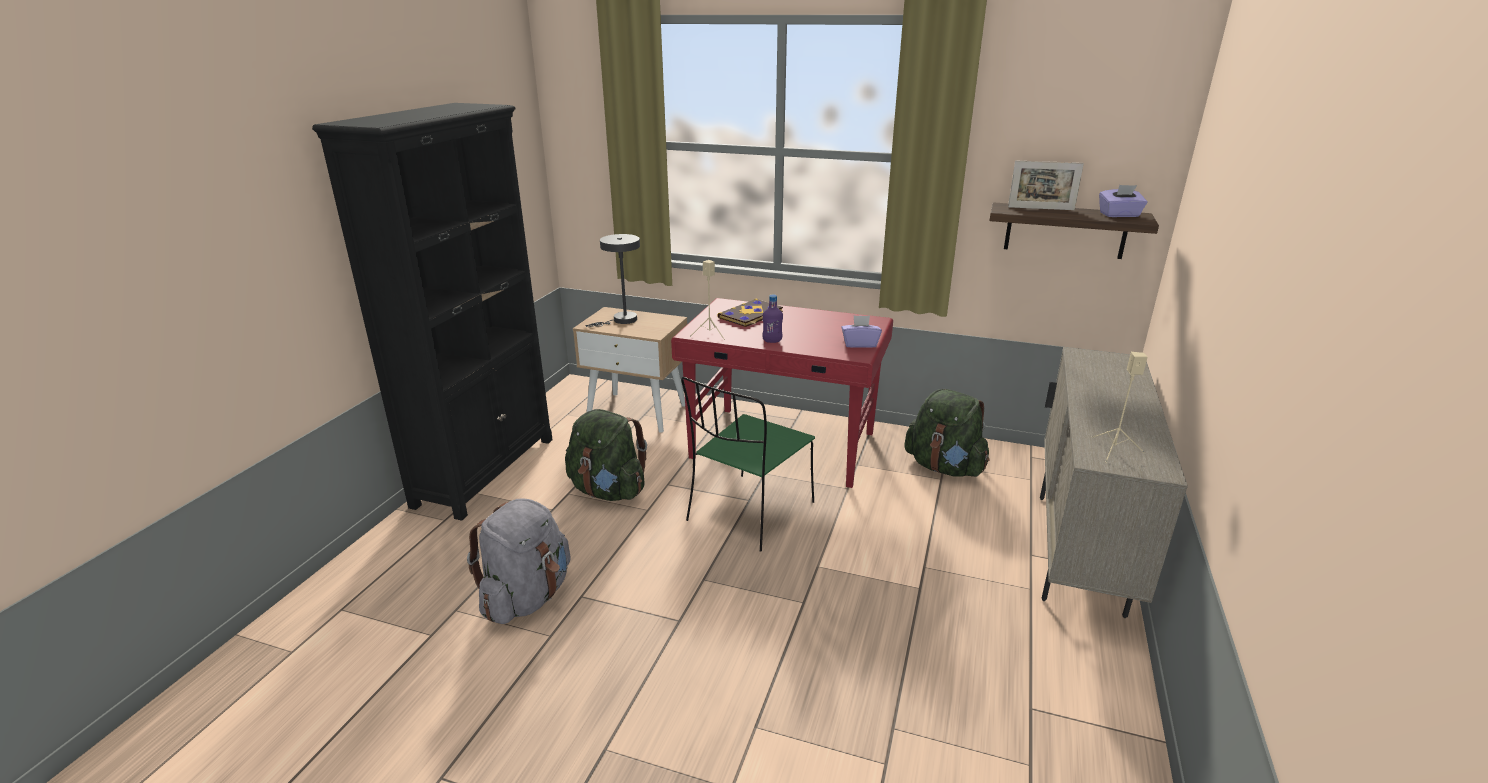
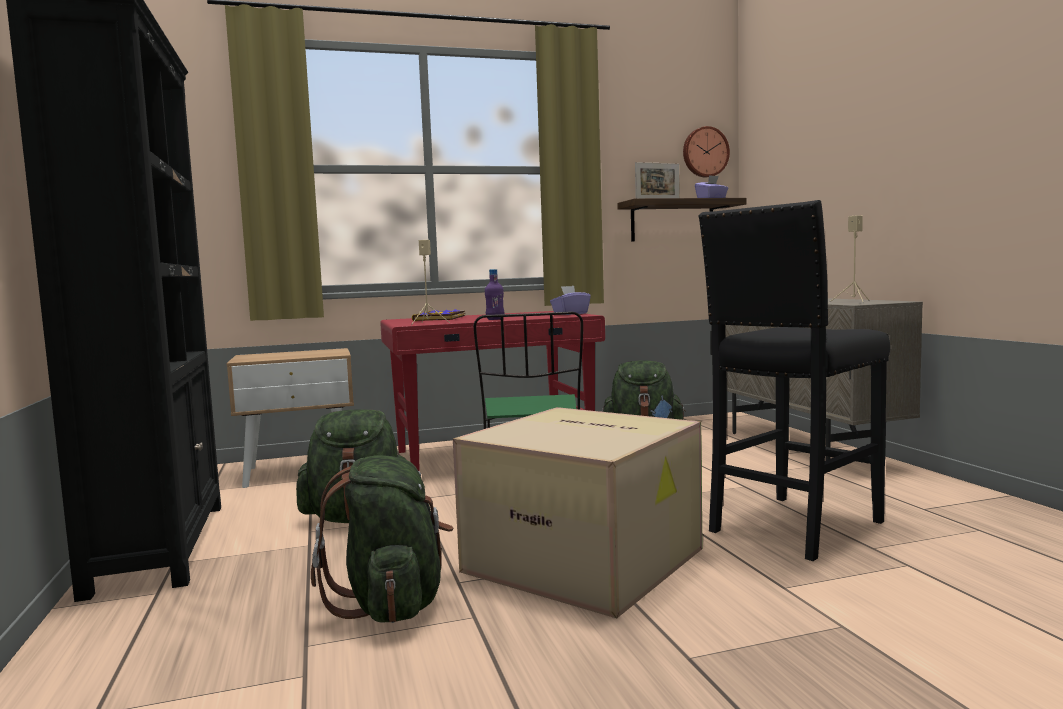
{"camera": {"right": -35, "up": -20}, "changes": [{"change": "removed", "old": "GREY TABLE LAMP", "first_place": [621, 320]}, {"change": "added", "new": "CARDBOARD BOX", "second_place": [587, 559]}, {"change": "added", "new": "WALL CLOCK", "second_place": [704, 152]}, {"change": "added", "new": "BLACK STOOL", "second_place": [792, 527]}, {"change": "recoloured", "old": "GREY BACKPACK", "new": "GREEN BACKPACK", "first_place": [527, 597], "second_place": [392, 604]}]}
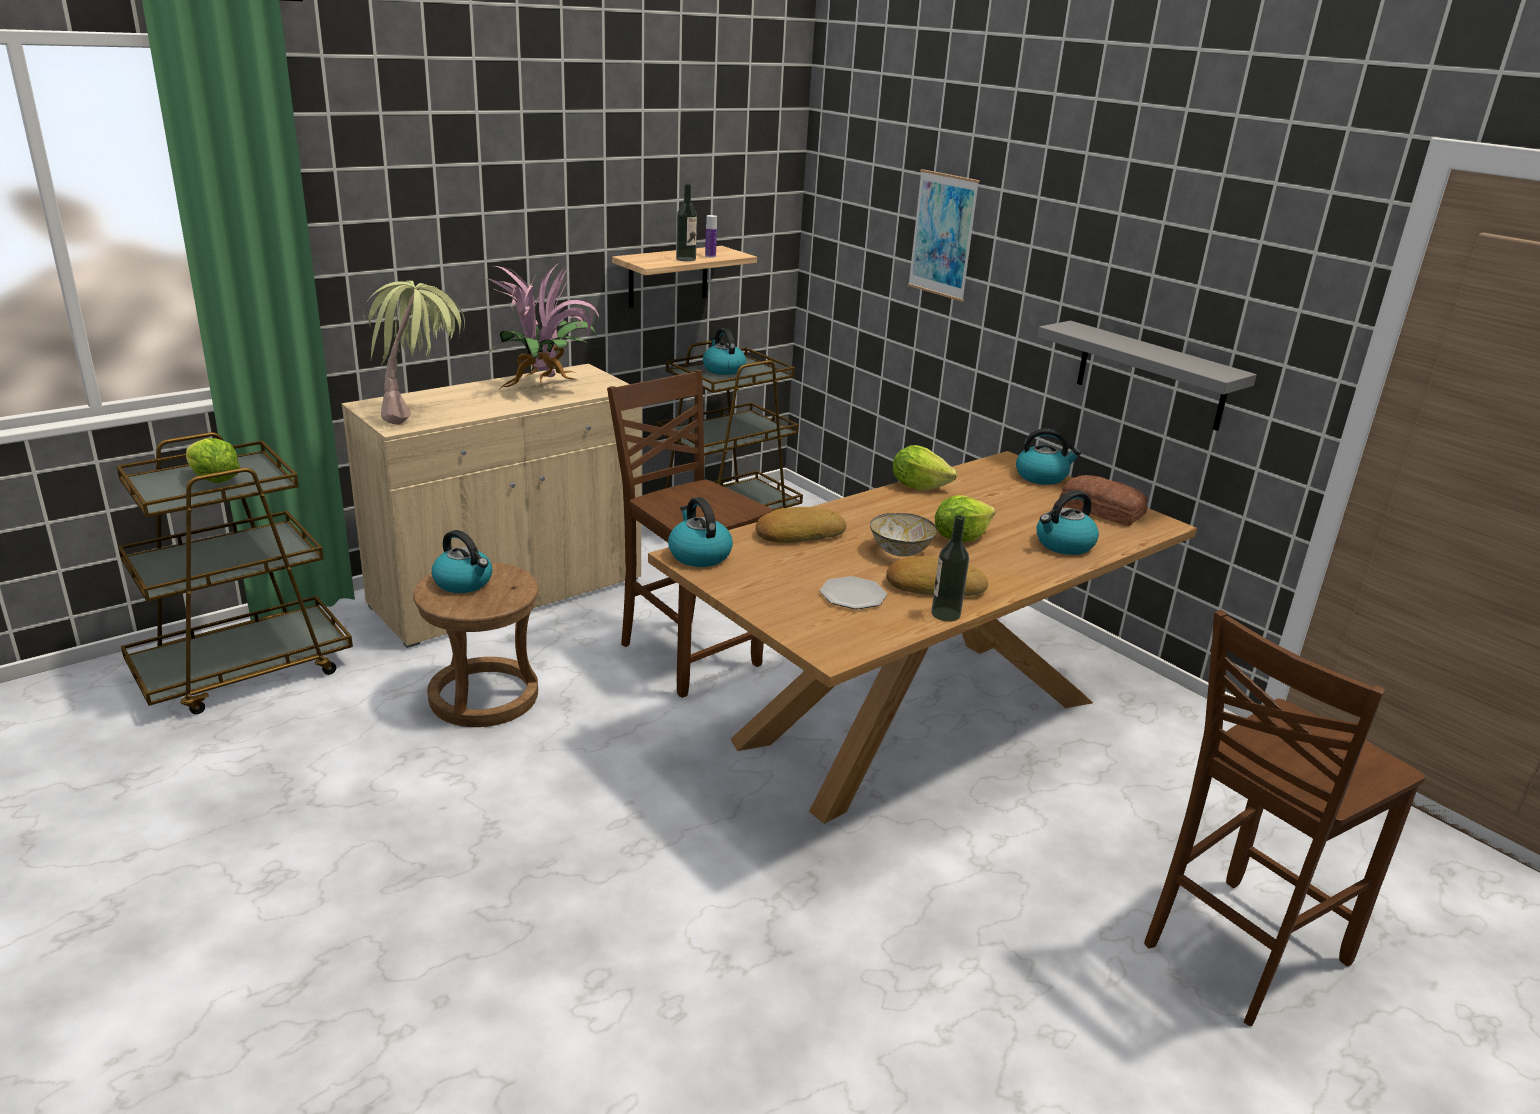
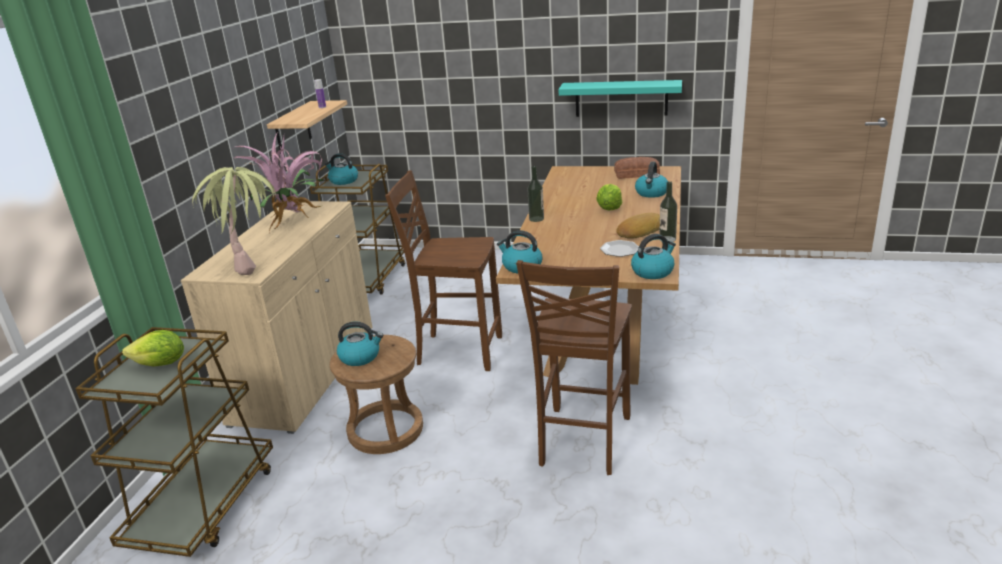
{"camera": {"right": -35, "up": 0}, "changes": [{"change": "removed", "old": "BREAD", "first_place": [798, 533]}, {"change": "removed", "old": "BOWL", "first_place": [899, 551]}, {"change": "removed", "old": "LETTUCE", "first_place": [918, 486]}, {"change": "removed", "old": "PICTURE", "first_place": [943, 235]}, {"change": "moved", "old": "BOTTLE", "first_place": [686, 259], "second_place": [536, 219]}, {"change": "moved", "old": "KETTLE", "first_place": [1042, 476], "second_place": [653, 271]}, {"change": "moved", "old": "BROWN CHAIR", "first_place": [1239, 951], "second_place": [582, 442]}, {"change": "recoloured", "old": "GREY SHELF", "new": "TURQUOISE SHELF", "first_place": [1151, 376], "second_place": [621, 98]}]}
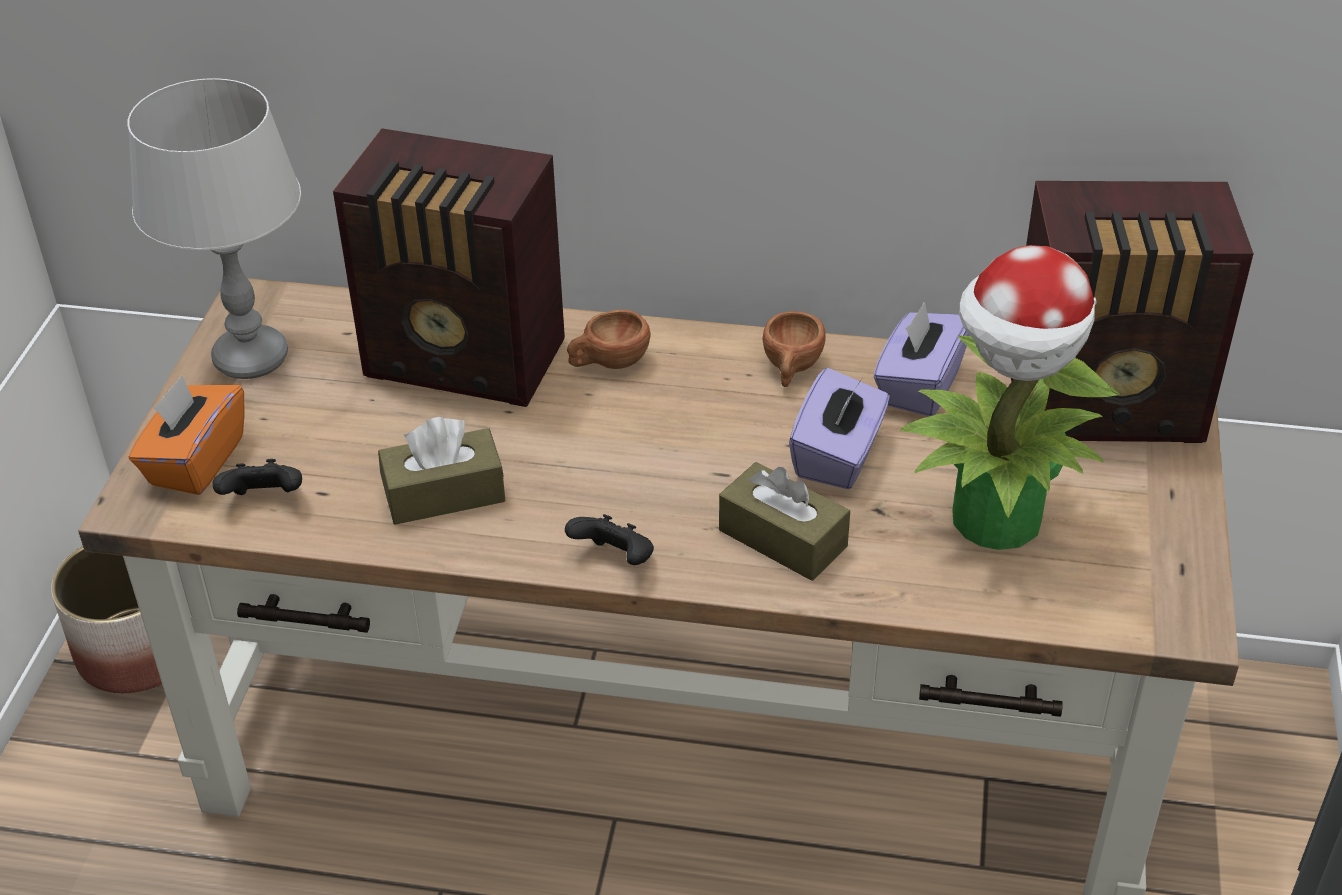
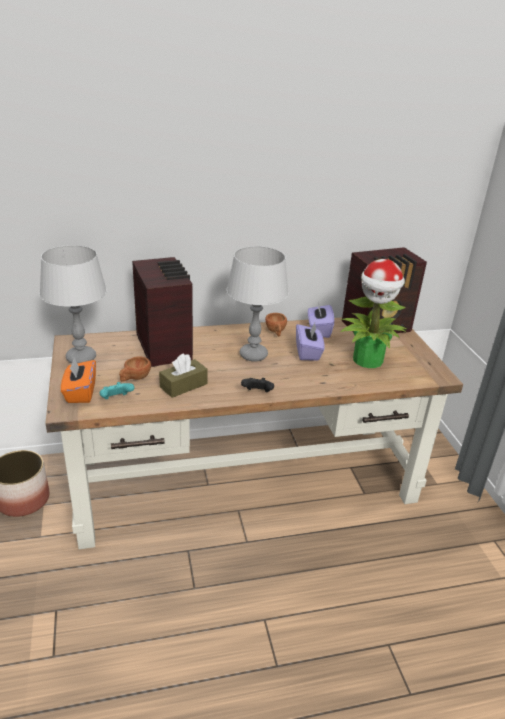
{"camera": {"right": -25, "up": -10}, "changes": [{"change": "removed", "old": "BROWN TISSUE BOX", "first_place": [782, 538]}, {"change": "added", "new": "GREY TABLE LAMP", "second_place": [253, 355]}, {"change": "moved", "old": "BROWN CUP", "first_place": [608, 363], "second_place": [134, 378]}, {"change": "recoloured", "old": "BLACK GAME CONTROLLER", "new": "TURQUOISE GAME CONTROLLER", "first_place": [265, 500], "second_place": [116, 399]}, {"change": "turned", "old": "RADIO", "first_place": [467, 362], "second_place": [164, 347], "degrees": -105}]}
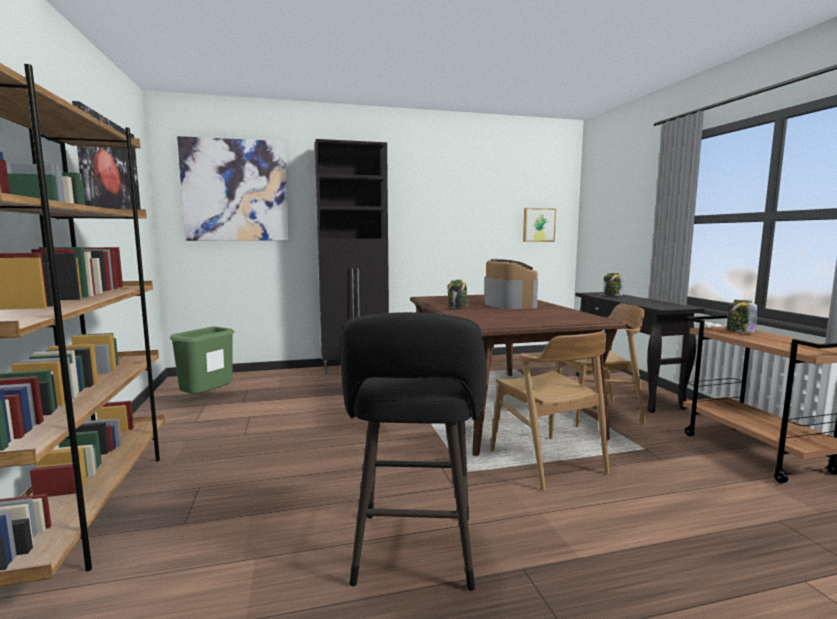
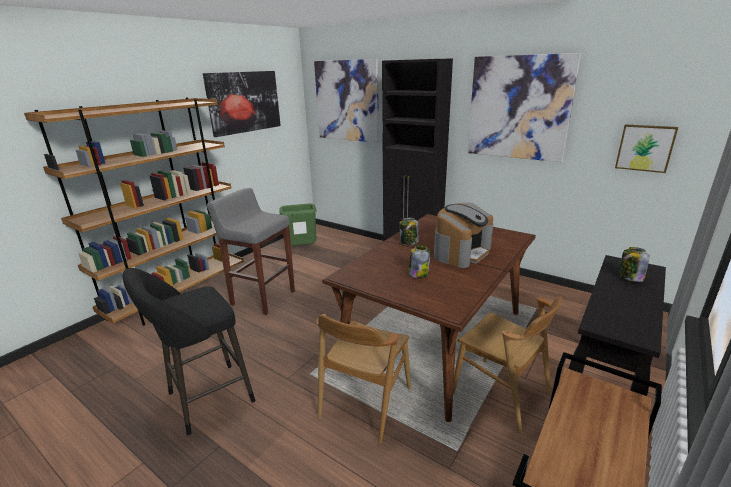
{"camera": {"right": 50, "up": 15}, "changes": [{"change": "added", "new": "GREY STOOL", "second_place": [262, 298]}, {"change": "added", "new": "PICTURE", "second_place": [518, 108]}, {"change": "moved", "old": "JAR", "first_place": [740, 332], "second_place": [418, 274]}]}
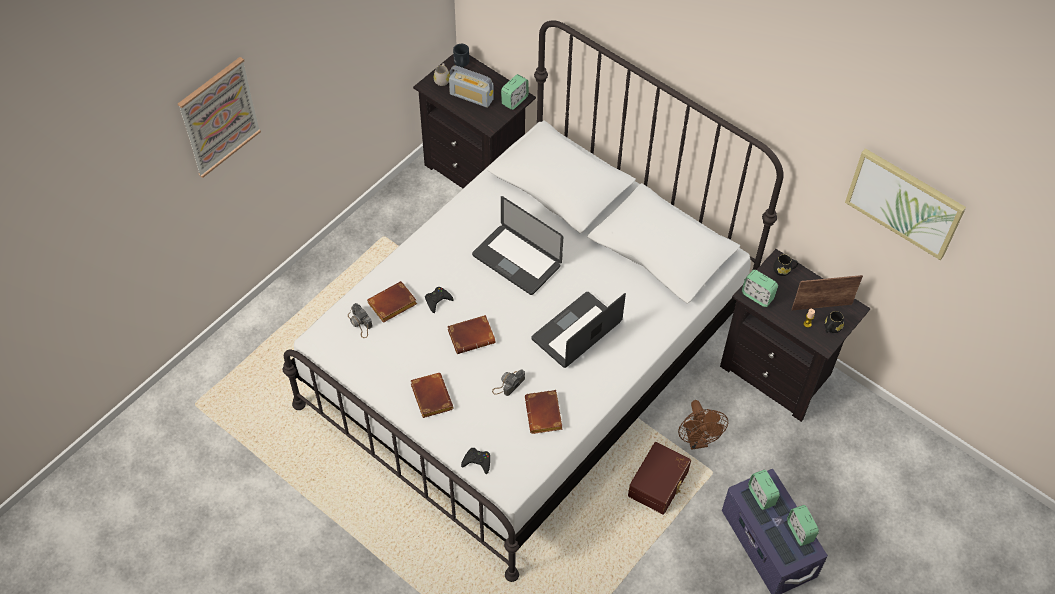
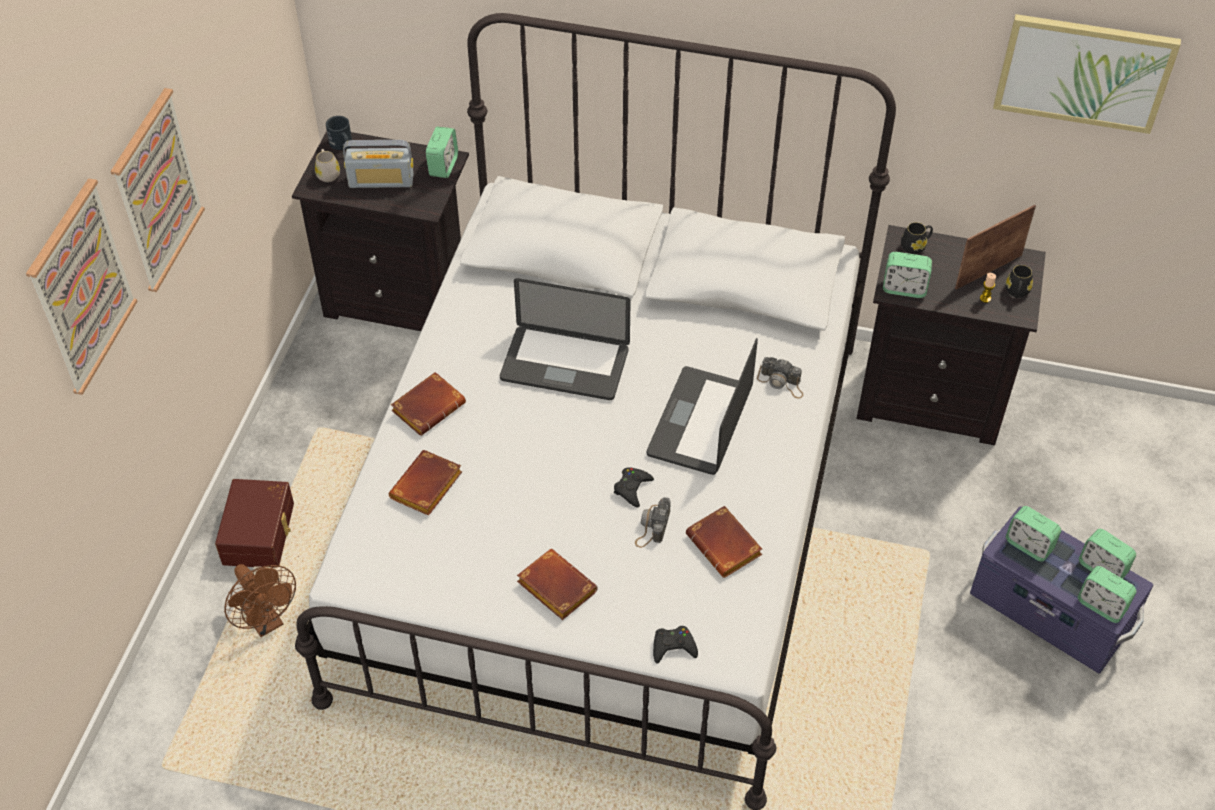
{"camera": {"right": -25, "up": -5}, "changes": [{"change": "added", "new": "PICTURE", "second_place": [156, 190]}, {"change": "added", "new": "ALARM CLOCK", "second_place": [1101, 605]}, {"change": "moved", "old": "PHOTO CAMERA", "first_place": [360, 323], "second_place": [781, 383]}, {"change": "moved", "old": "BLACK GAME CONTROLLER", "first_place": [437, 300], "second_place": [632, 488]}, {"change": "moved", "old": "BROWN BOOK", "first_place": [472, 336], "second_place": [429, 406]}, {"change": "moved", "old": "BROWN STORAGE BOX", "first_place": [659, 484], "second_place": [261, 533]}, {"change": "moved", "old": "BROWN FAN", "first_place": [697, 440], "second_place": [266, 622]}]}
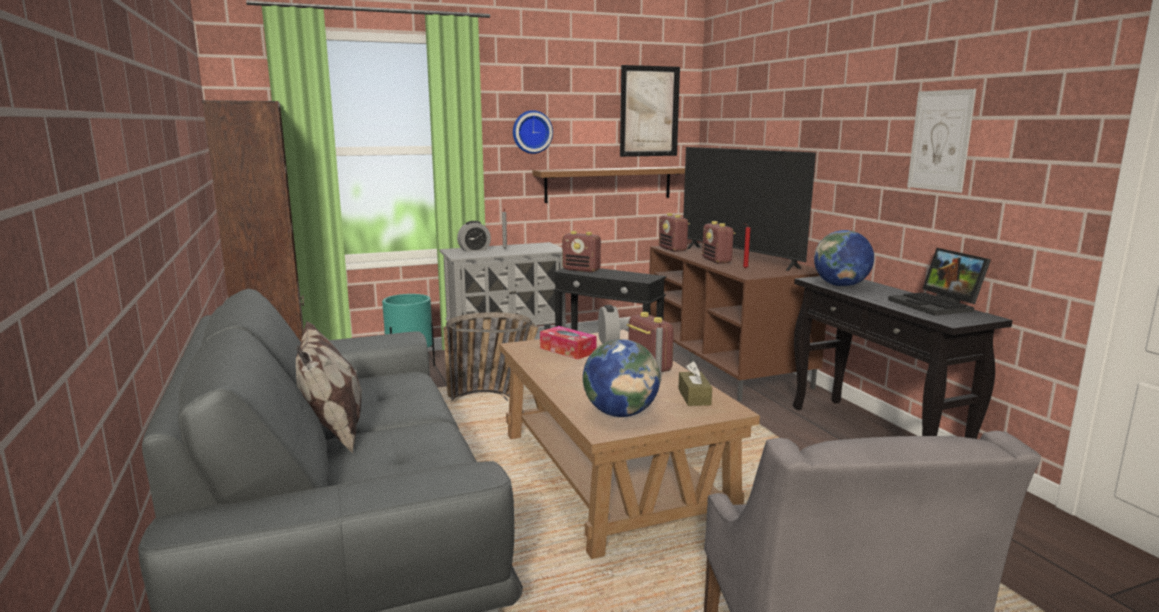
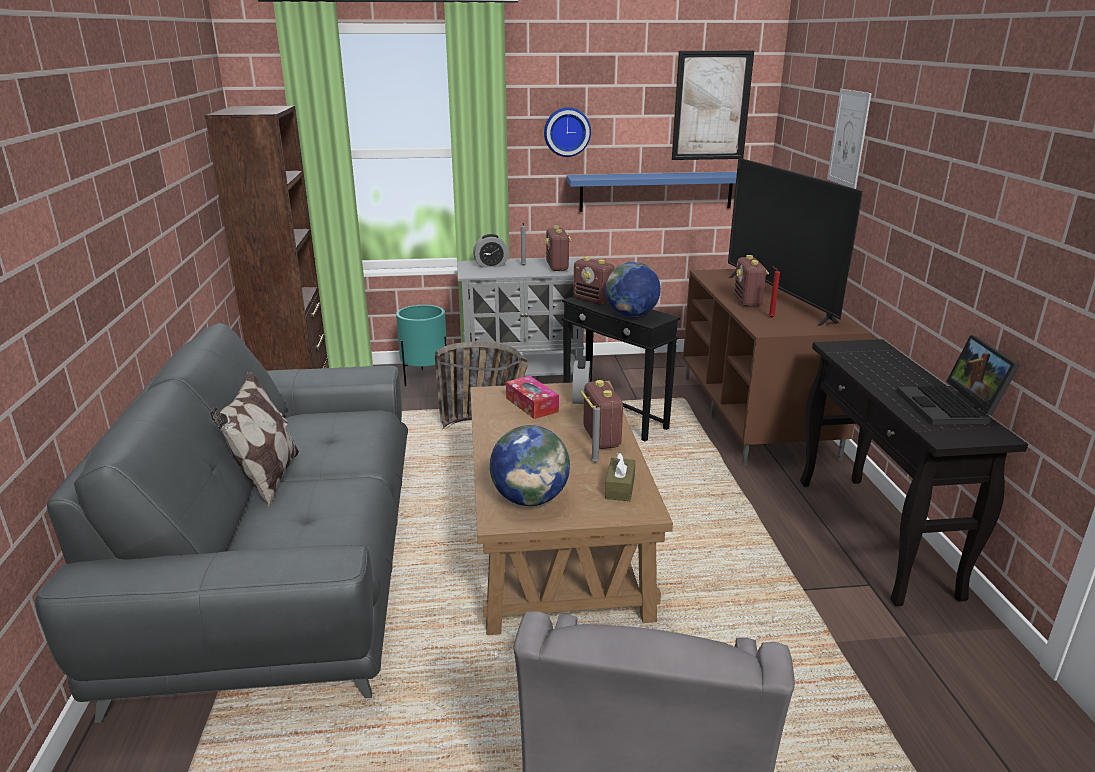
{"camera": {"right": 15, "up": 10}, "changes": [{"change": "moved", "old": "RADIO", "first_place": [673, 249], "second_place": [557, 267]}, {"change": "moved", "old": "GLOBE", "first_place": [841, 285], "second_place": [631, 315]}, {"change": "moved", "old": "PICTURE", "first_place": [940, 140], "second_place": [848, 138]}, {"change": "recoloured", "old": "BROWN SHELF", "new": "BLUE SHELF", "first_place": [608, 184], "second_place": [656, 191]}]}
